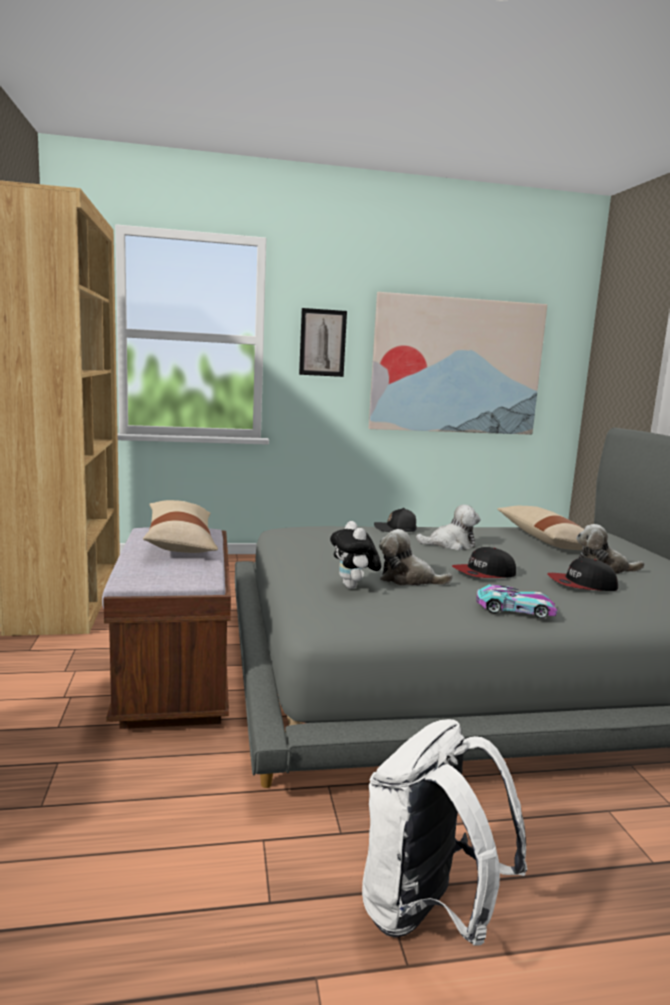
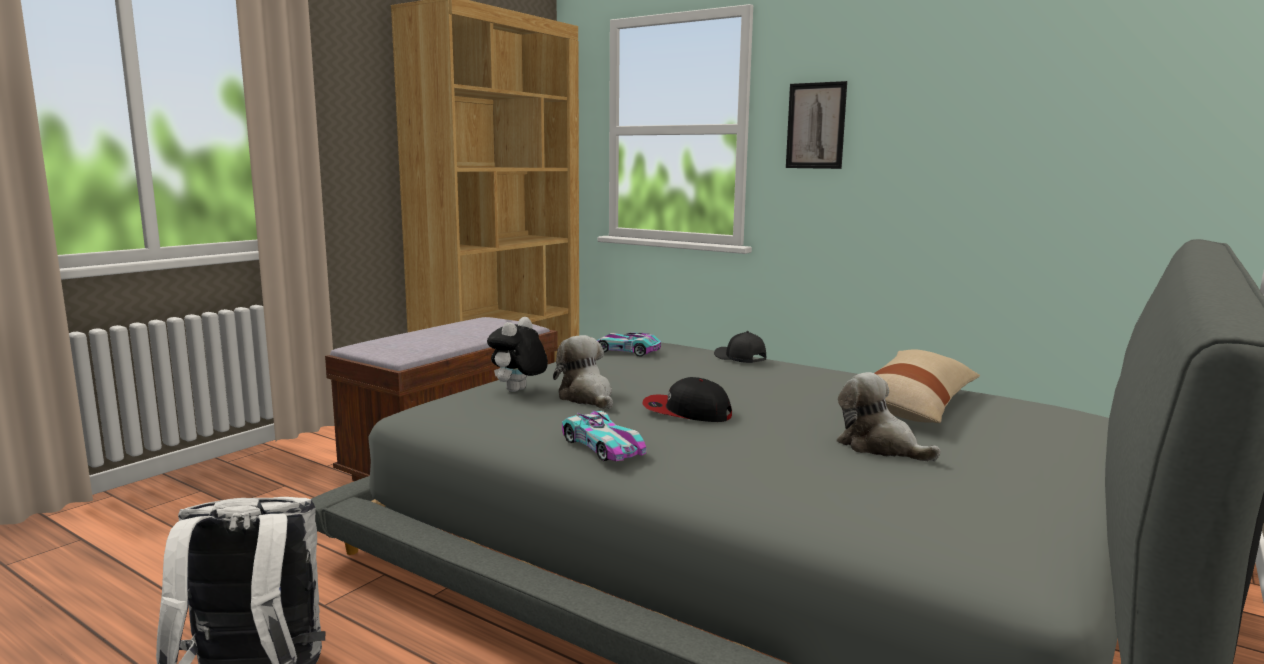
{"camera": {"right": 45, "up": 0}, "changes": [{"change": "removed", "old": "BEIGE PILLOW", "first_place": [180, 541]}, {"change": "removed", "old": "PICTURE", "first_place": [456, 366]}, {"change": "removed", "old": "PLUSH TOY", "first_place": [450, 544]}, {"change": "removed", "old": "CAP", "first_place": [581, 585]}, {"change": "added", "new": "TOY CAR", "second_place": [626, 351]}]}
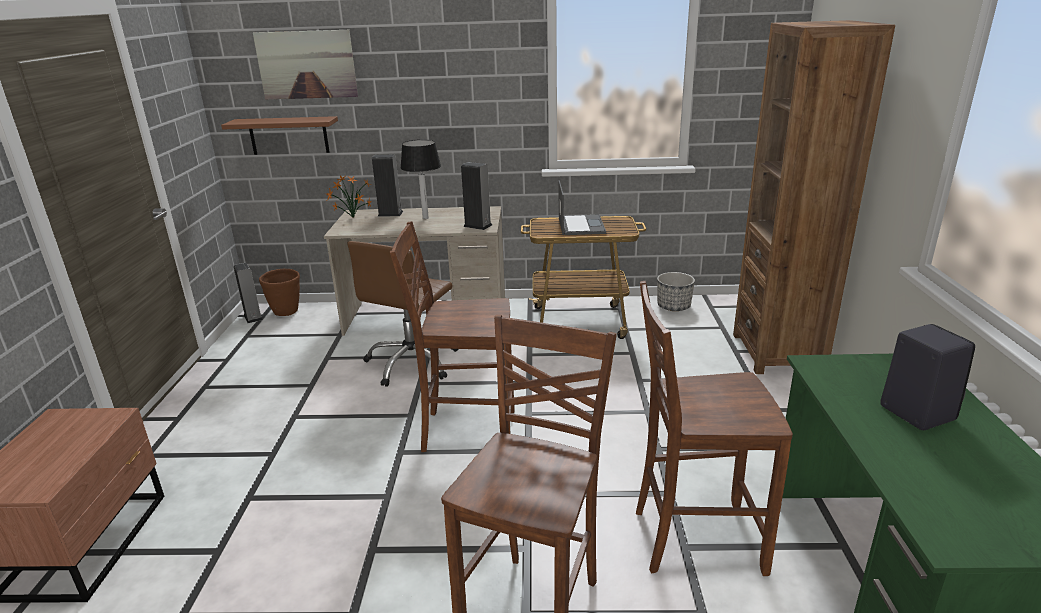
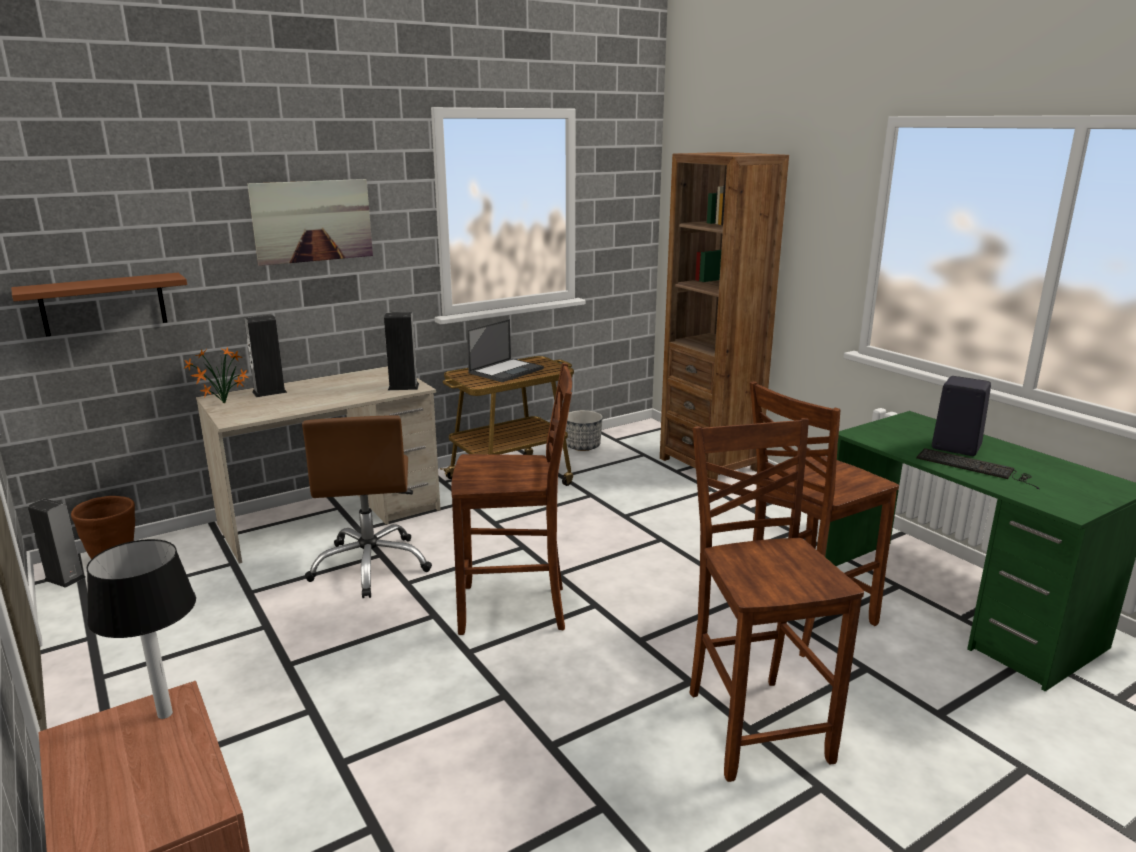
{"camera": {"right": -35, "up": -5}, "changes": [{"change": "added", "new": "KEYBOARD", "second_place": [975, 467]}, {"change": "moved", "old": "PICTURE", "first_place": [306, 65], "second_place": [312, 221]}, {"change": "moved", "old": "TABLE LAMP", "first_place": [425, 218], "second_place": [164, 714]}, {"change": "turned", "old": "BROWN CHAIR", "first_place": [467, 431], "second_place": [515, 609], "degrees": -150}, {"change": "turned", "old": "LAPTOP", "first_place": [581, 225], "second_place": [506, 370], "degrees": 75}]}
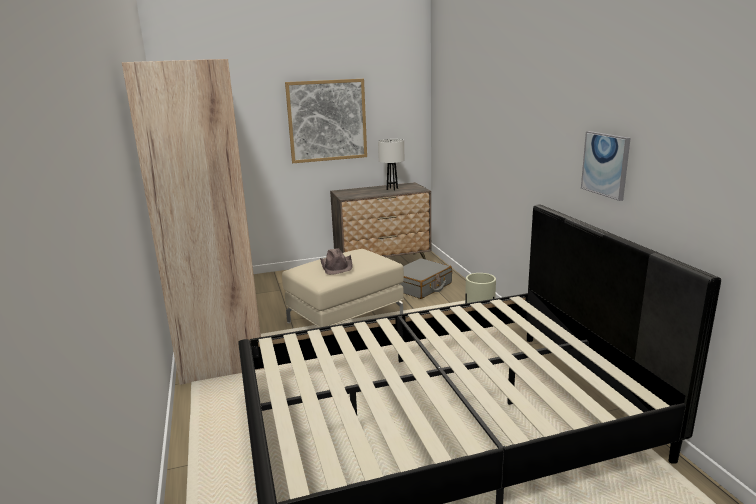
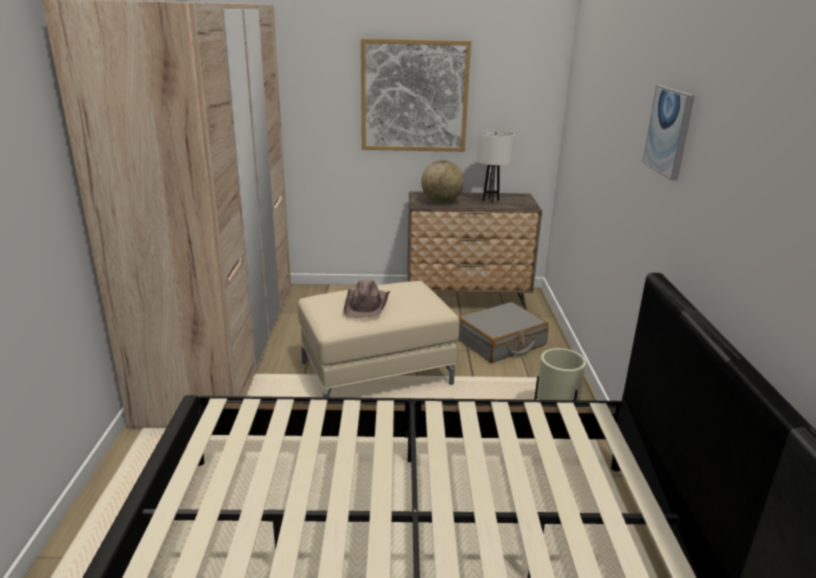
{"camera": {"right": 15, "up": 5}, "changes": [{"change": "added", "new": "GLOBE", "second_place": [441, 202]}, {"change": "moved", "old": "PICTURE", "first_place": [605, 164], "second_place": [669, 131]}]}
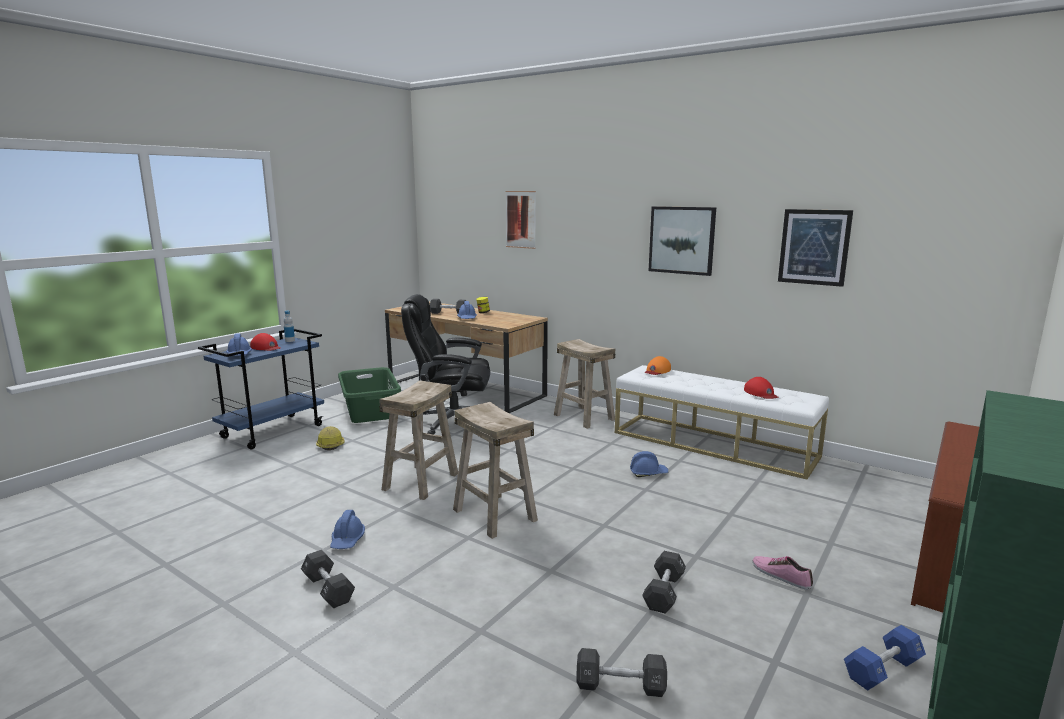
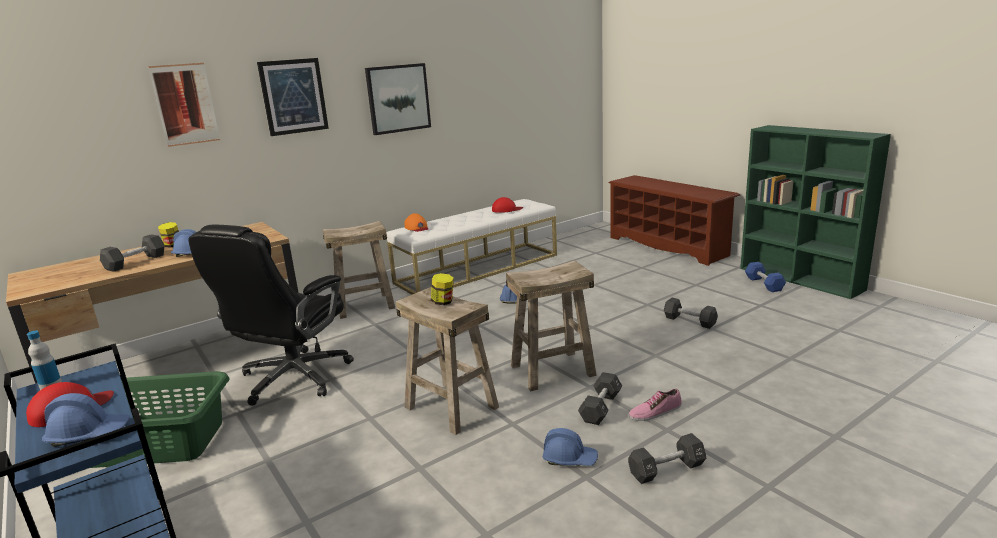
{"camera": {"right": -70, "up": 5}, "changes": [{"change": "removed", "old": "HARD HAT", "first_place": [330, 444]}, {"change": "added", "new": "JAR", "second_place": [443, 302]}, {"change": "moved", "old": "BLACK DUMBBELL", "first_place": [620, 685], "second_place": [600, 408]}, {"change": "moved", "old": "SHOE", "first_place": [781, 575], "second_place": [655, 411]}, {"change": "moved", "old": "PICTURE", "first_place": [814, 247], "second_place": [293, 96]}]}
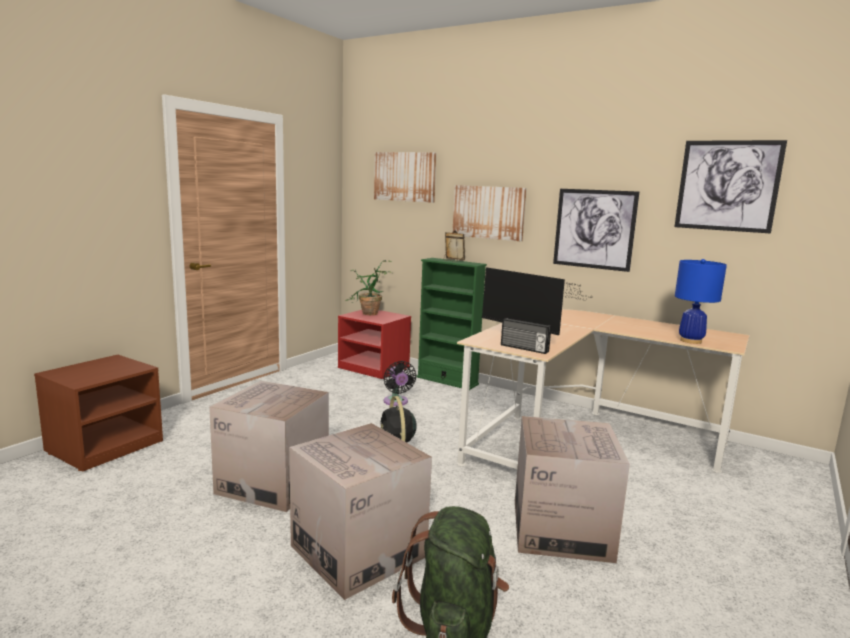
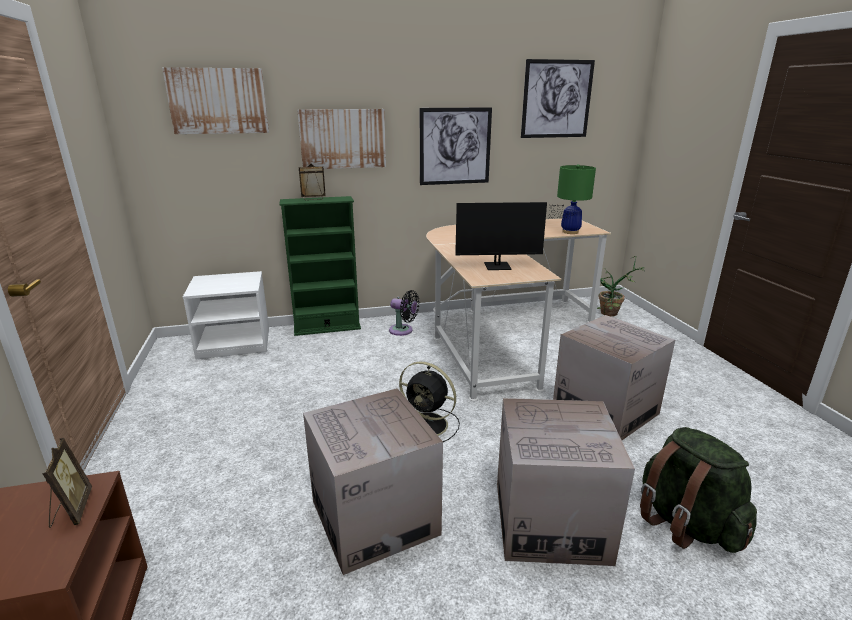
{"camera": {"right": -45, "up": 10}, "changes": [{"change": "removed", "old": "RADIO", "first_place": [524, 348]}, {"change": "added", "new": "PICTURE FRAME", "second_place": [71, 510]}, {"change": "moved", "old": "POTTED PLANT", "first_place": [368, 314], "second_place": [612, 315]}, {"change": "moved", "old": "BLACK FAN", "first_place": [396, 402], "second_place": [403, 331]}, {"change": "recoloured", "old": "RED NIGHTSTAND", "new": "WHITE NIGHTSTAND", "first_place": [374, 368], "second_place": [235, 343]}, {"change": "recoloured", "old": "BLUE TABLE LAMP", "new": "GREEN TABLE LAMP", "first_place": [691, 341], "second_place": [570, 232]}]}
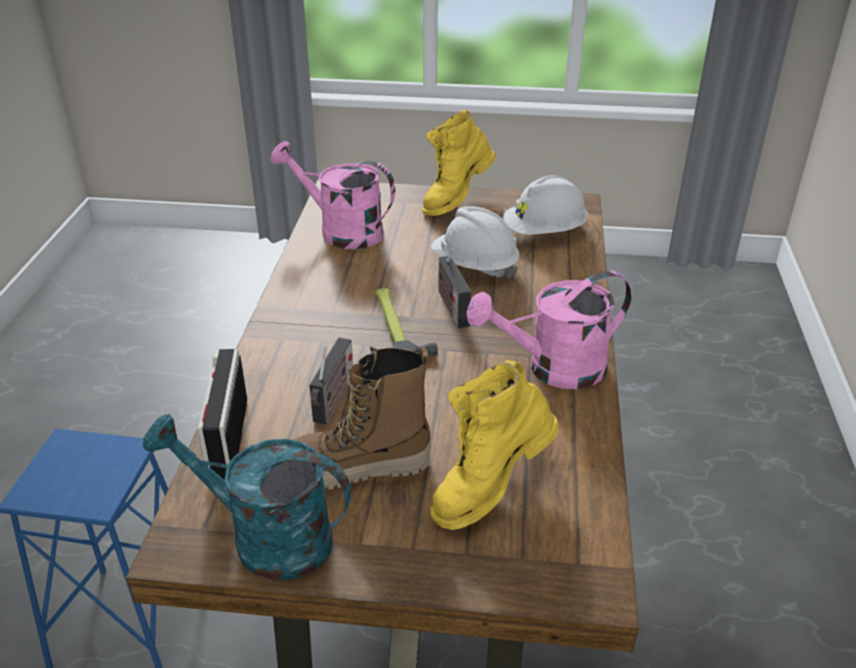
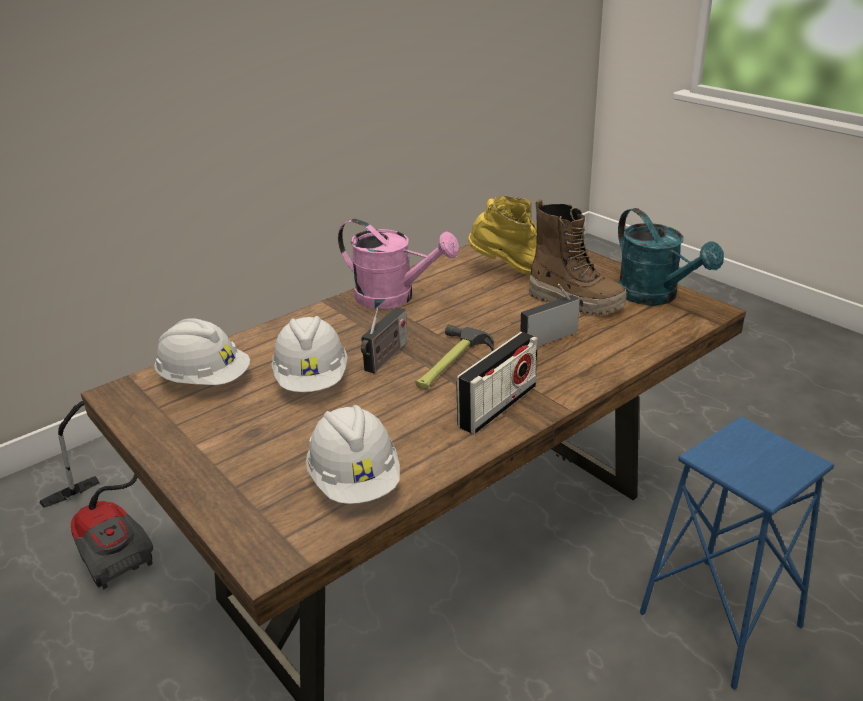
{"camera": {"right": -135, "up": -5}, "changes": [{"change": "removed", "old": "YELLOW BOOT", "first_place": [455, 200]}, {"change": "added", "new": "VACUUM CLEANER", "second_place": [110, 538]}, {"change": "moved", "old": "RADIO", "first_place": [228, 439], "second_place": [498, 406]}, {"change": "replaced", "old": "PINK WATERING CAN", "new": "WHITE HARD HAT", "first_place": [341, 231], "second_place": [355, 481]}]}
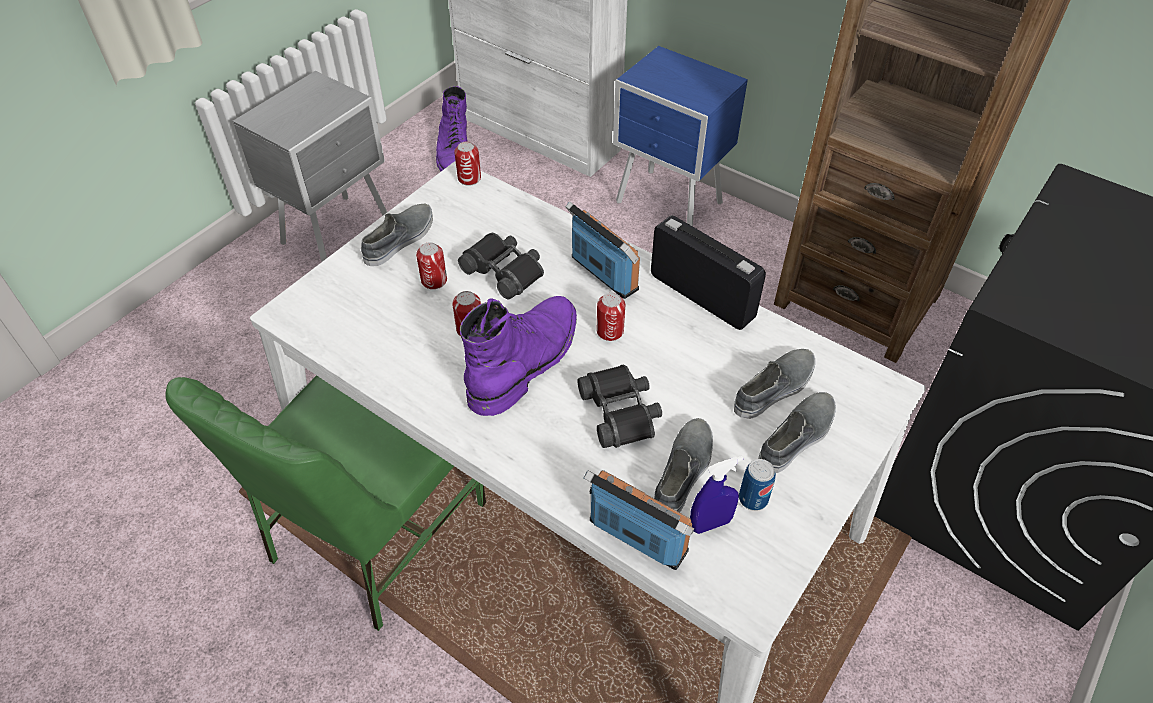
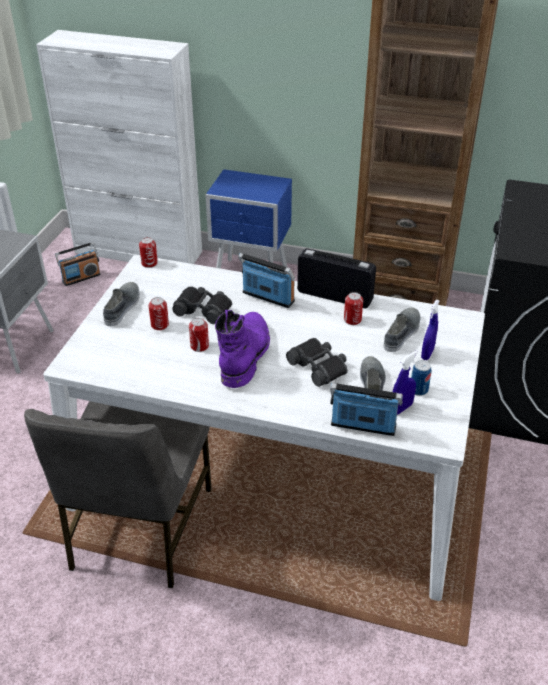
{"camera": {"right": -20, "up": -10}, "changes": [{"change": "moved", "old": "CAN", "first_place": [610, 331], "second_place": [352, 320]}, {"change": "replaced", "old": "PURPLE BOOT", "new": "RADIO", "first_place": [454, 155], "second_place": [81, 278]}, {"change": "replaced", "old": "GREY SHOE", "new": "BLUE SPRAY BOTTLE", "first_place": [797, 436], "second_place": [427, 354]}, {"change": "recoloured", "old": "GREEN CHAIR", "new": "GREY CHAIR", "first_place": [374, 532], "second_place": [139, 529]}]}
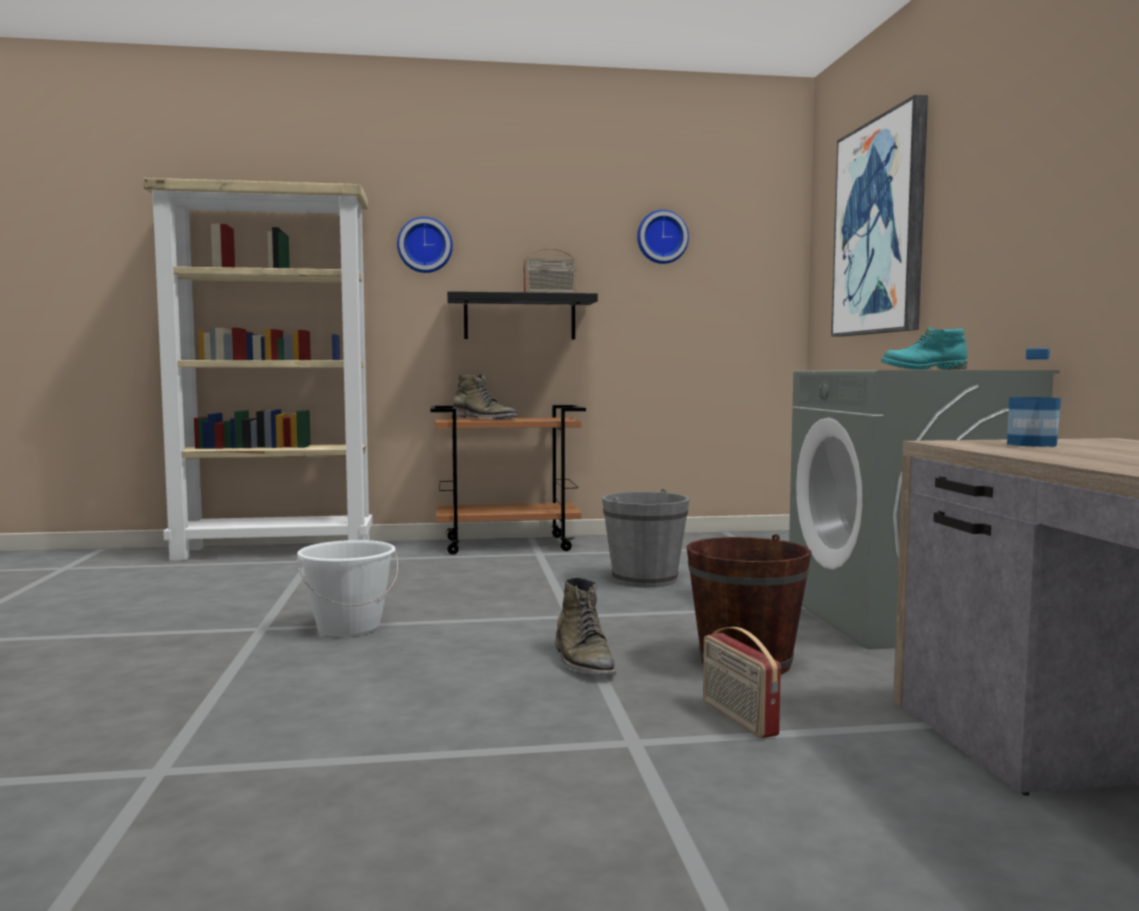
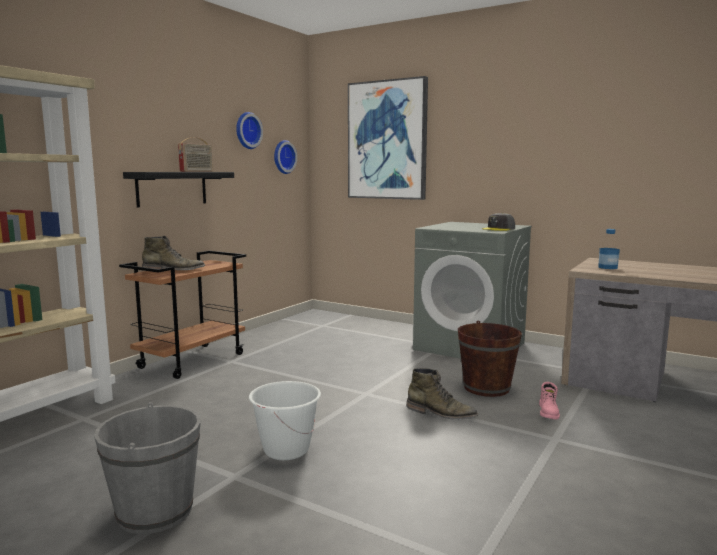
{"camera": {"right": -50, "up": 5}, "changes": [{"change": "moved", "old": "WALL CLOCK", "first_place": [425, 245], "second_place": [283, 157]}, {"change": "moved", "old": "GREY BUCKET", "first_place": [645, 579], "second_place": [155, 512]}, {"change": "replaced", "old": "RADIO", "new": "PINK BOOT", "first_place": [737, 718], "second_place": [549, 412]}, {"change": "replaced", "old": "TURQUOISE BOOT", "new": "GREY CAP", "first_place": [923, 369], "second_place": [498, 229]}]}
